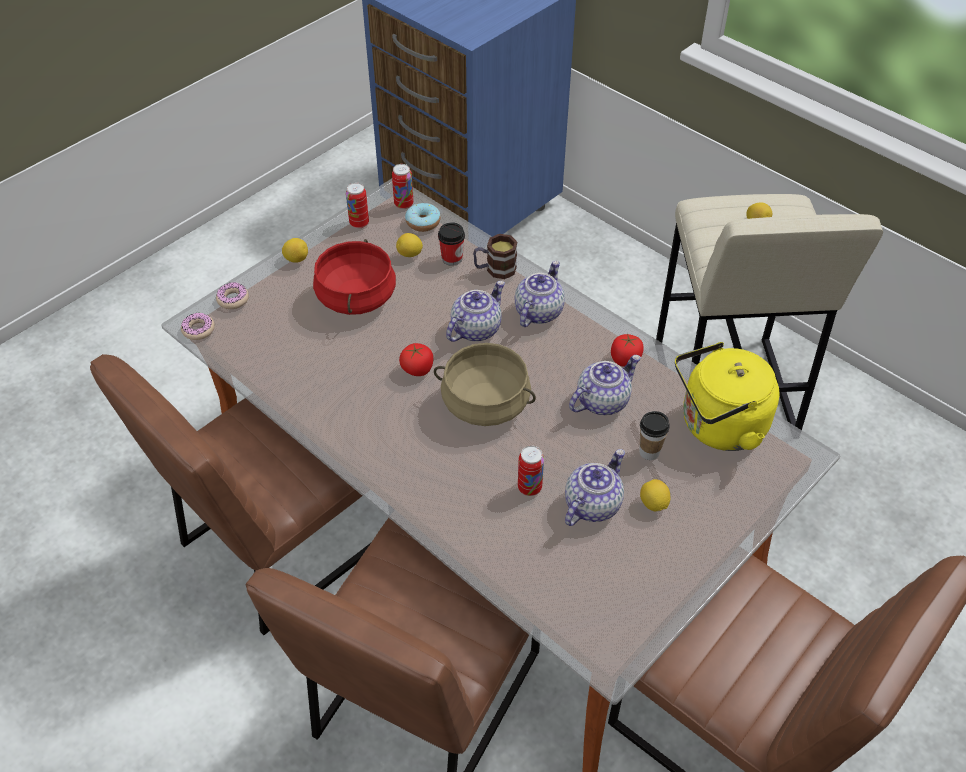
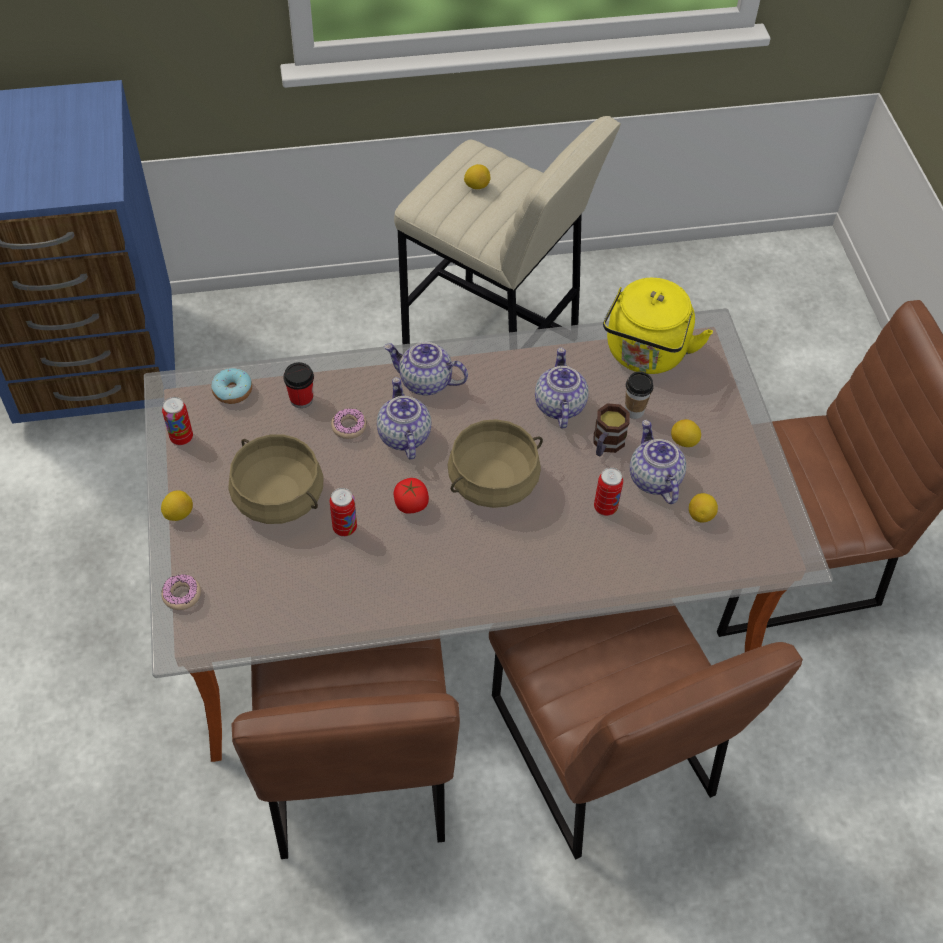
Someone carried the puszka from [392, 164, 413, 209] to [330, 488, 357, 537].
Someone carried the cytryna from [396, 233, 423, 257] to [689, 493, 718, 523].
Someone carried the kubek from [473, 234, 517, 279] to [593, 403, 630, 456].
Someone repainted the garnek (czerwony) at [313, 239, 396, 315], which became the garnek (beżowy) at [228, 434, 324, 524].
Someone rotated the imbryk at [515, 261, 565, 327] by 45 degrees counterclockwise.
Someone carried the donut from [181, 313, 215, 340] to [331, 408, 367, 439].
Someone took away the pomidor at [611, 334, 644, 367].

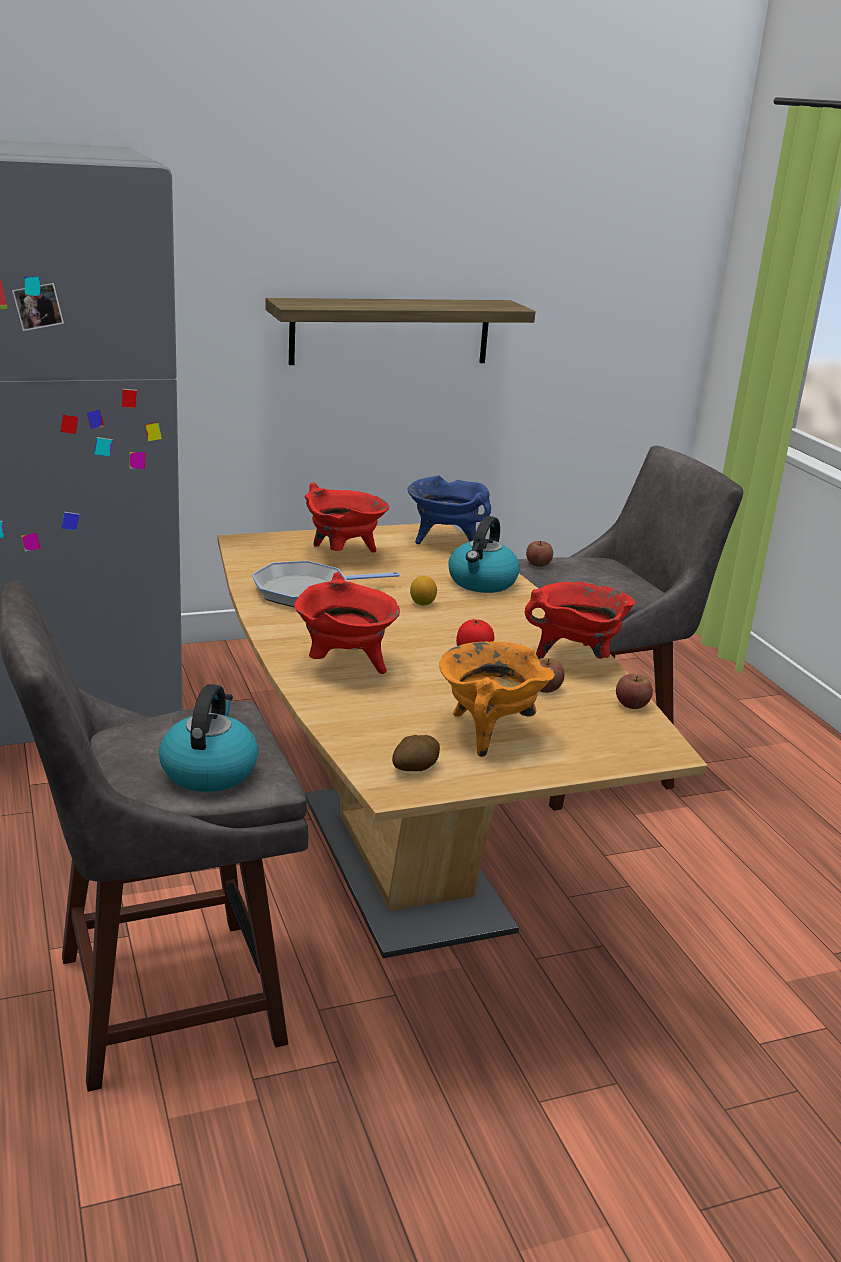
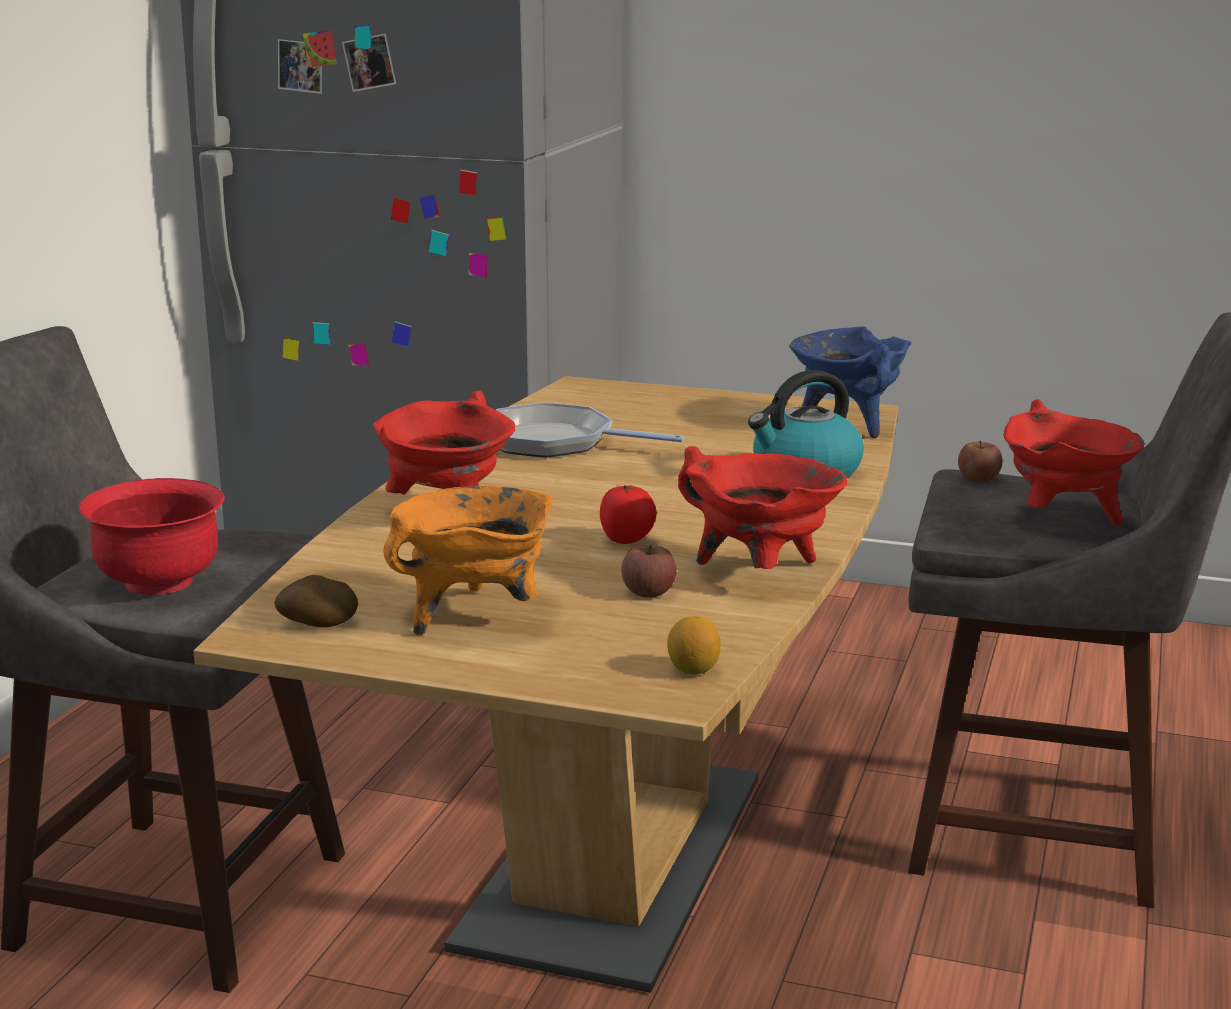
Someone took away the półka at [265, 298, 536, 365].
Someone carried the garnek (czerwony) from [305, 483, 389, 553] to [1004, 399, 1144, 525].
Someone carried the cytryna from [410, 576, 437, 605] to [667, 616, 721, 675].
Someone took away the jabłko at [616, 674, 653, 709].
Someone swapped the czajnik at [159, 684, 258, 792] for the miska (czerwony) at [79, 478, 225, 595].

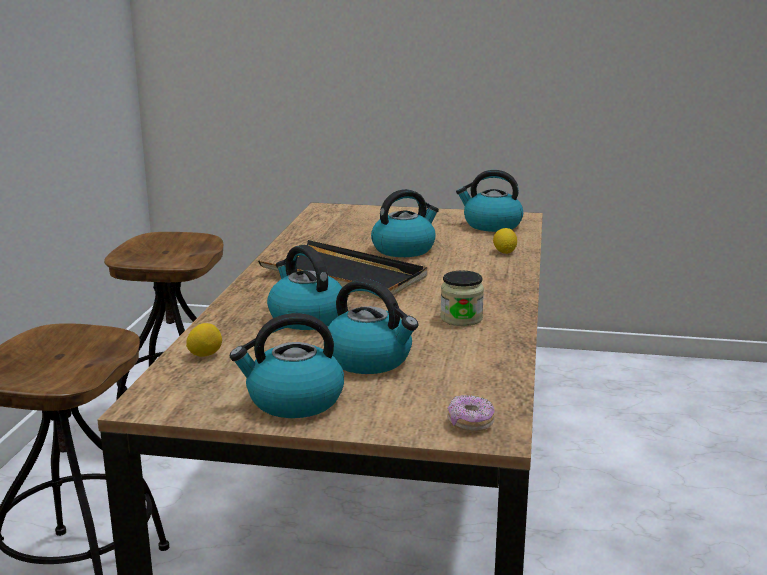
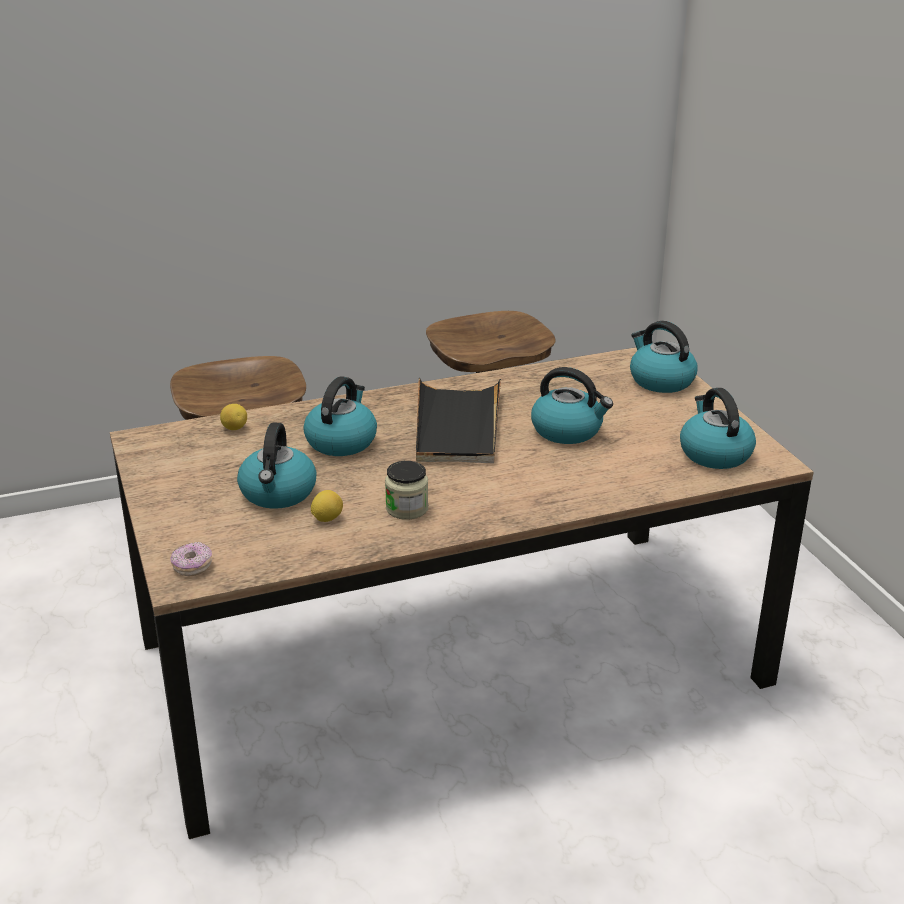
Someone carried the cytryna from [493, 228, 517, 254] to [311, 490, 343, 522].
Someone carried the czajnik from [230, 313, 344, 418] to [630, 321, 698, 393].

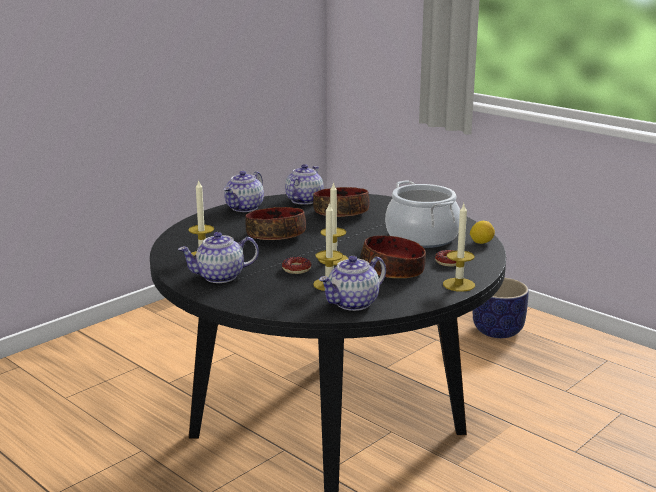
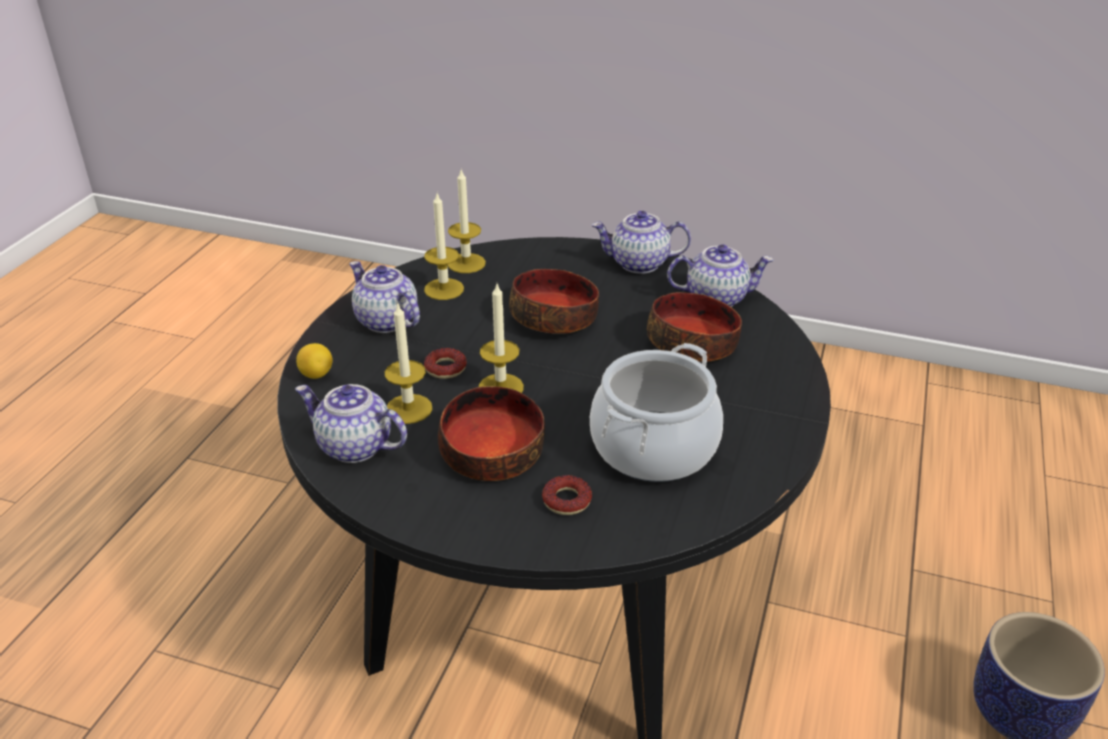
Someone carried the świeca from [443, 204, 475, 292] to [447, 170, 486, 273].
Someone carried the cytryna from [470, 221, 495, 244] to [296, 343, 333, 379].

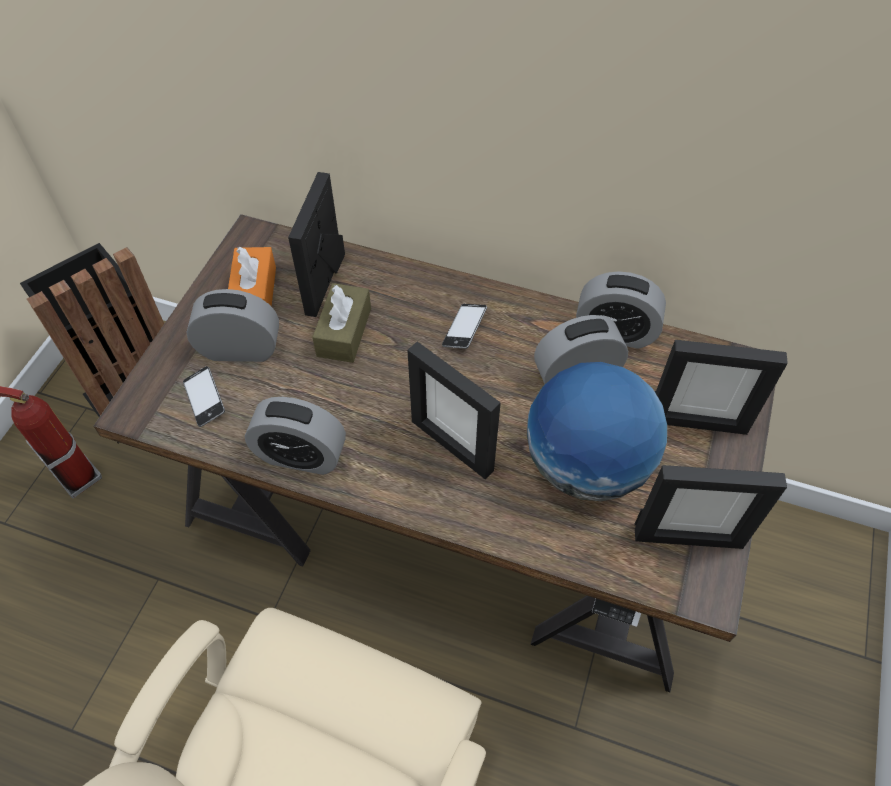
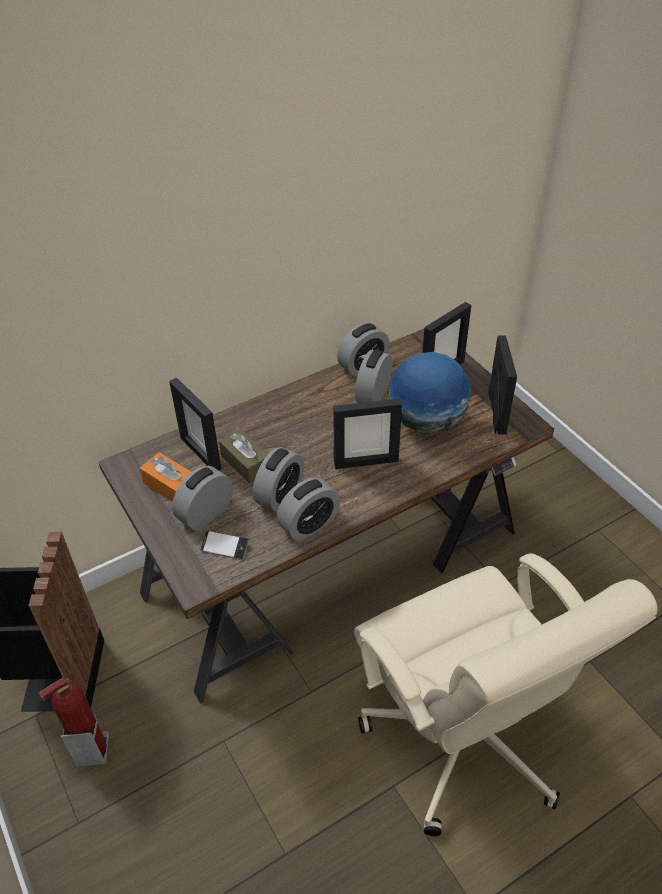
Someone took away the telefon at [442, 304, 487, 349].
Someone rotated the ramka na zdjęcie at [634, 465, 787, 549] by 45 degrees counterclockwise.
Someone put down the budzik at [253, 447, 304, 512].

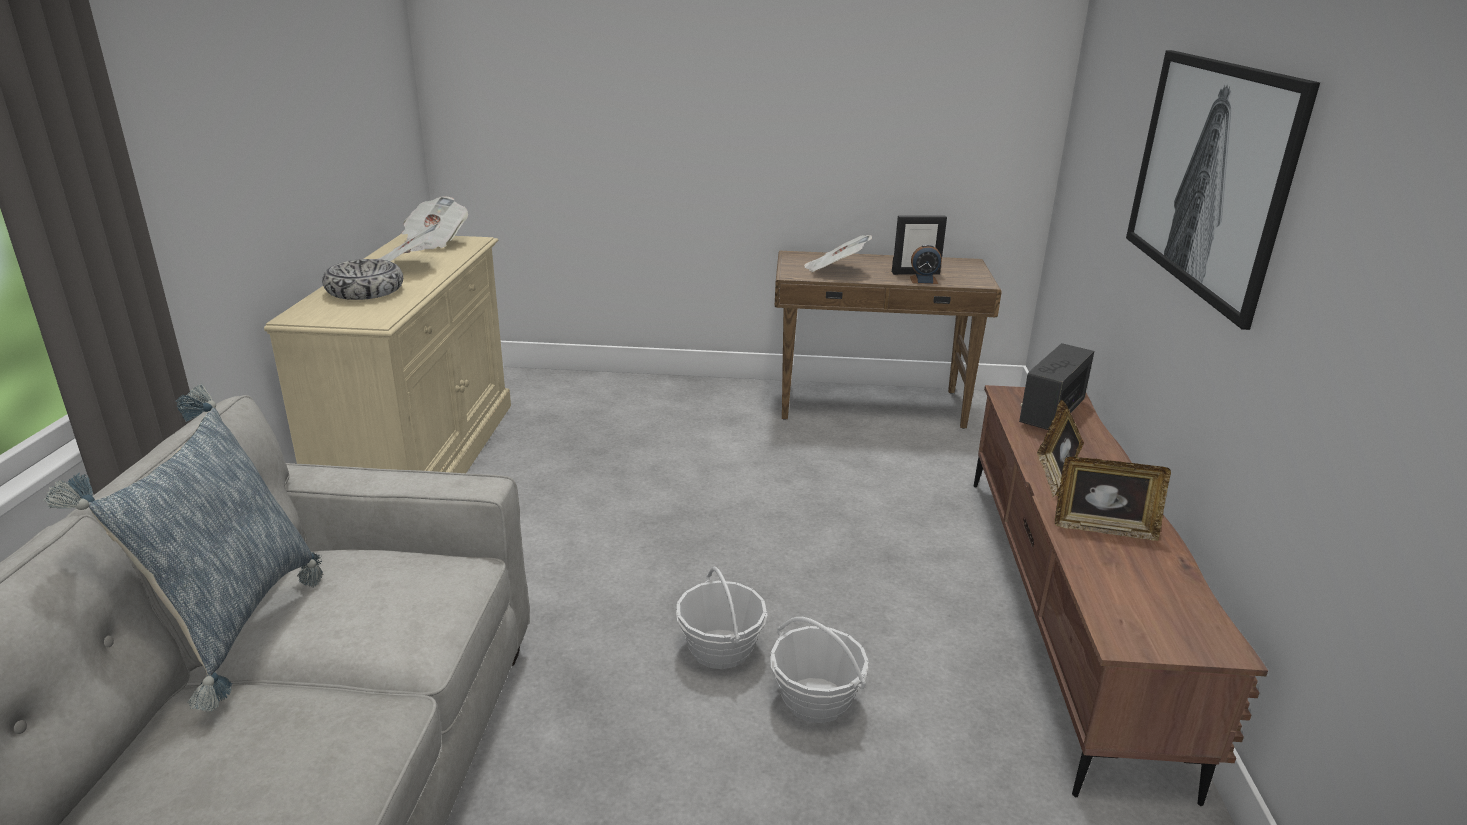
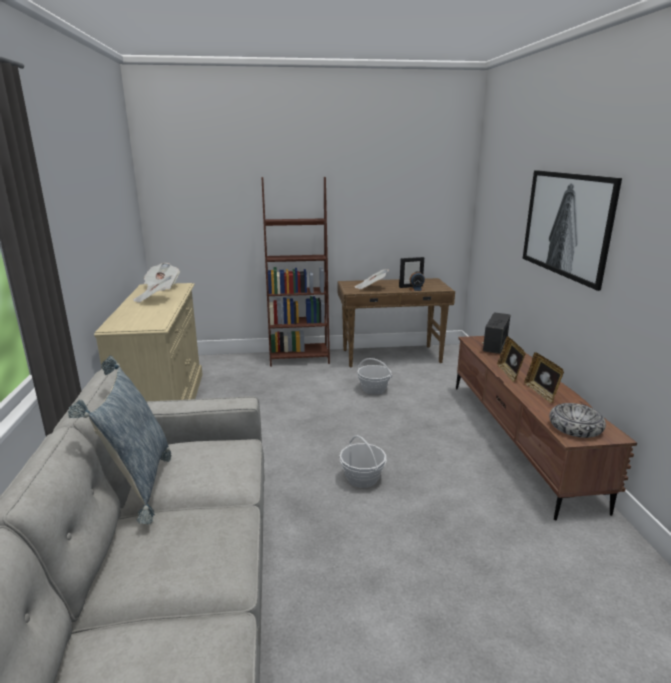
Someone carried the miska from [322, 259, 403, 300] to [549, 403, 606, 438].
Someone rotated the ramka na zdjęcie at [1055, 457, 1171, 541] by 75 degrees clockwise.
Someone carried the koszyk from [770, 617, 868, 723] to [357, 358, 392, 395].
Someone put down the regał (brązowy) at [262, 177, 330, 367].

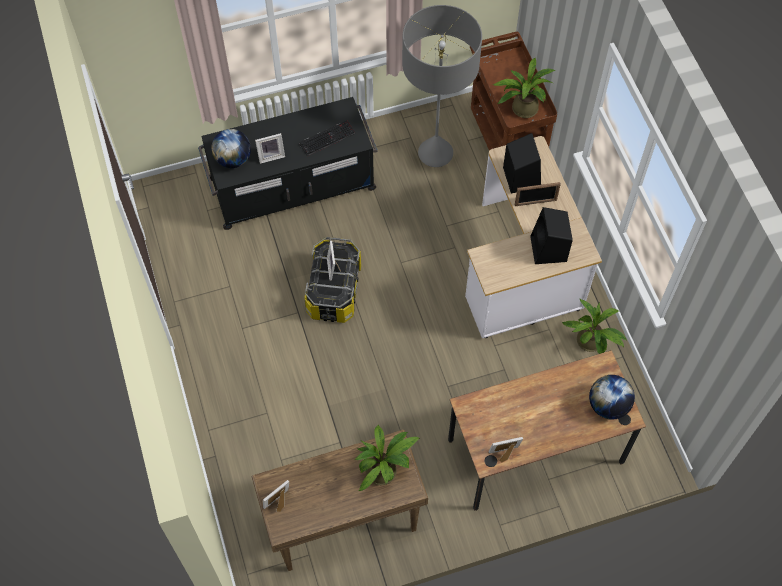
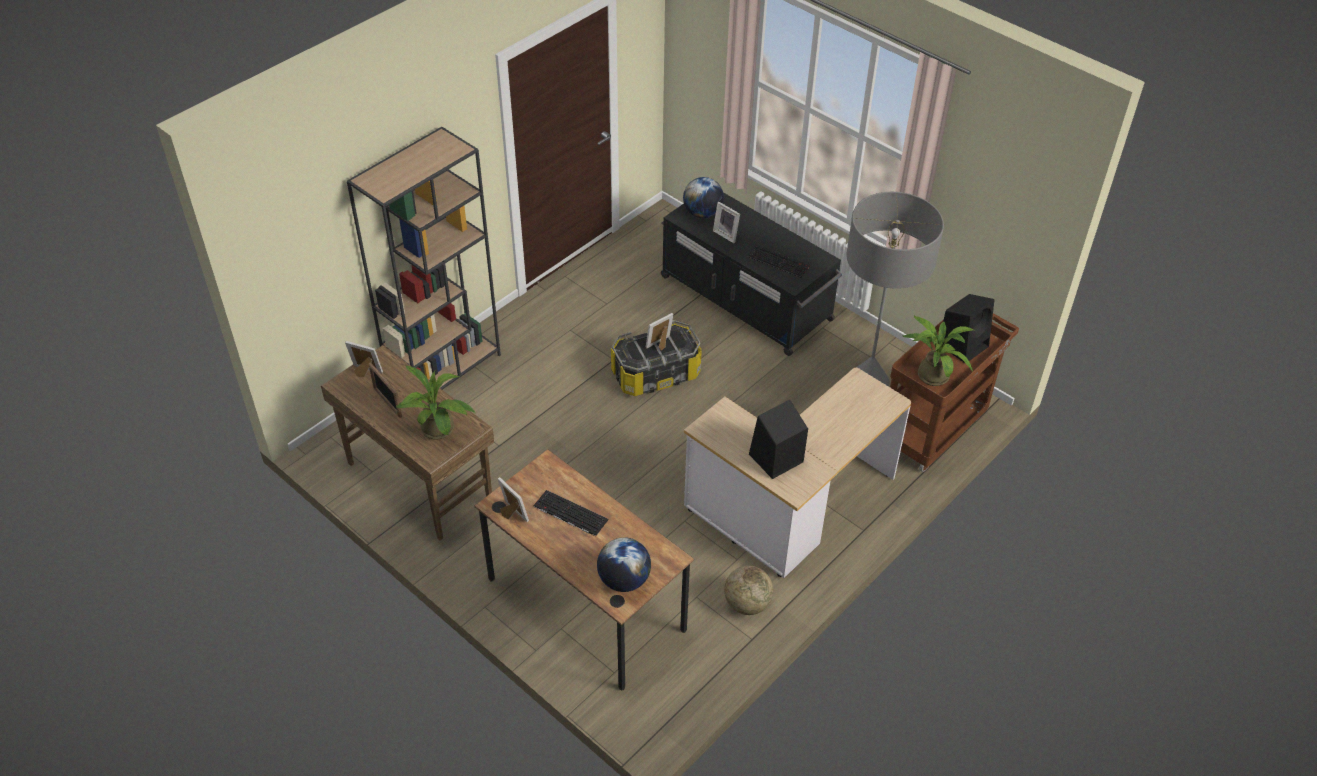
Someone carried the głośnik (czarny) from [503, 133, 541, 193] to [942, 294, 995, 364].
Someone carried the ramka na zdjęcie from [515, 182, 561, 206] to [369, 362, 402, 418].
Someone swapped the roślina doniczkowa at [562, 299, 627, 354] for the globus at [724, 565, 773, 615].
Someone put down the regał at [347, 127, 501, 390].
Someone put down the klawiatura at [533, 490, 608, 536].

